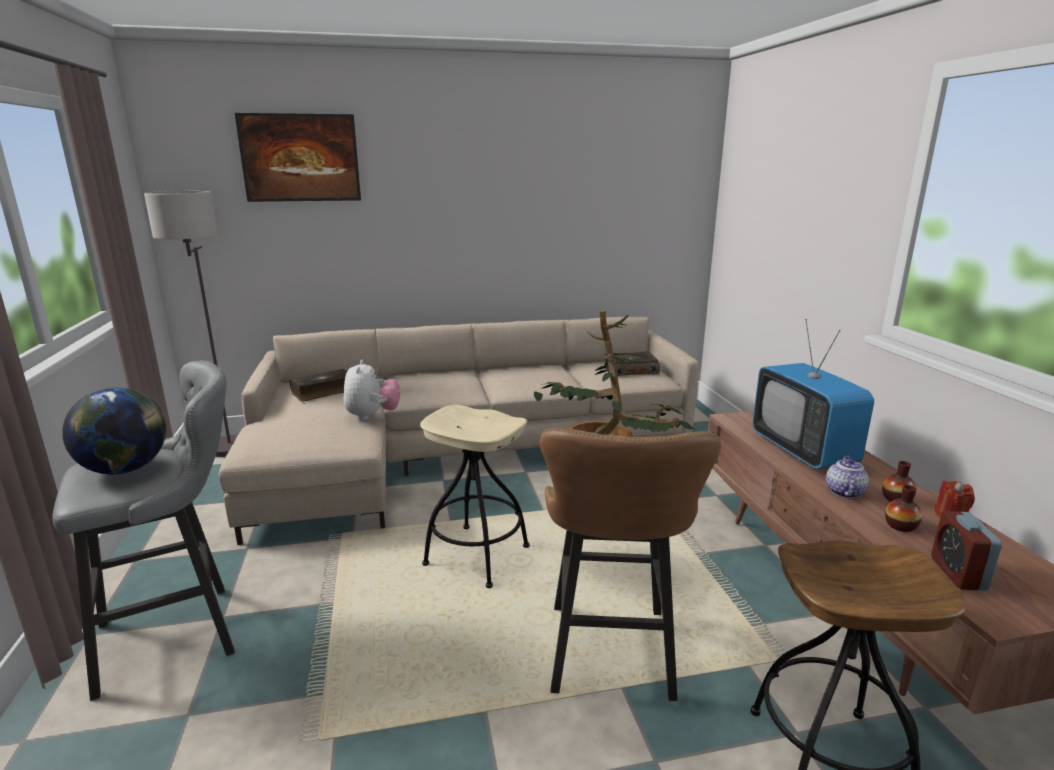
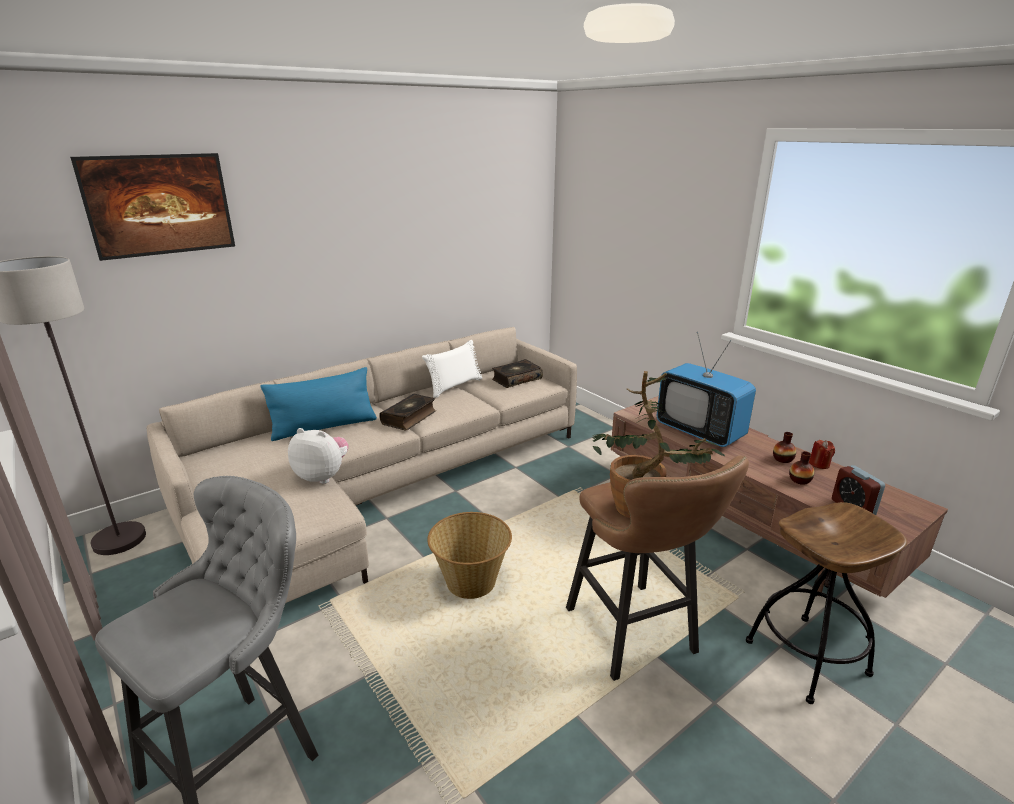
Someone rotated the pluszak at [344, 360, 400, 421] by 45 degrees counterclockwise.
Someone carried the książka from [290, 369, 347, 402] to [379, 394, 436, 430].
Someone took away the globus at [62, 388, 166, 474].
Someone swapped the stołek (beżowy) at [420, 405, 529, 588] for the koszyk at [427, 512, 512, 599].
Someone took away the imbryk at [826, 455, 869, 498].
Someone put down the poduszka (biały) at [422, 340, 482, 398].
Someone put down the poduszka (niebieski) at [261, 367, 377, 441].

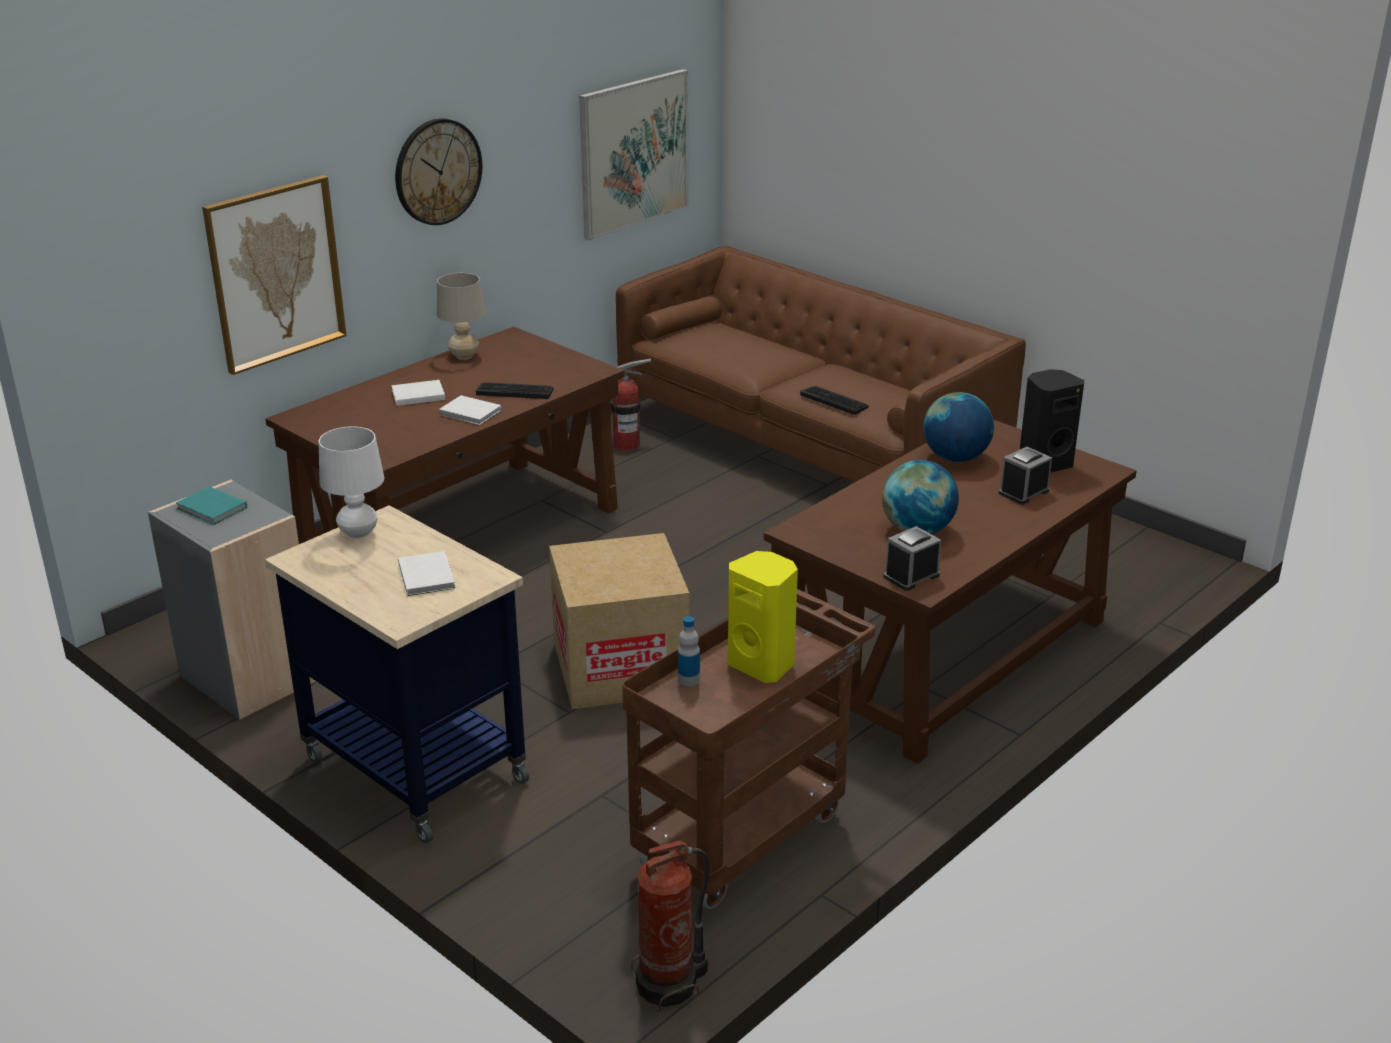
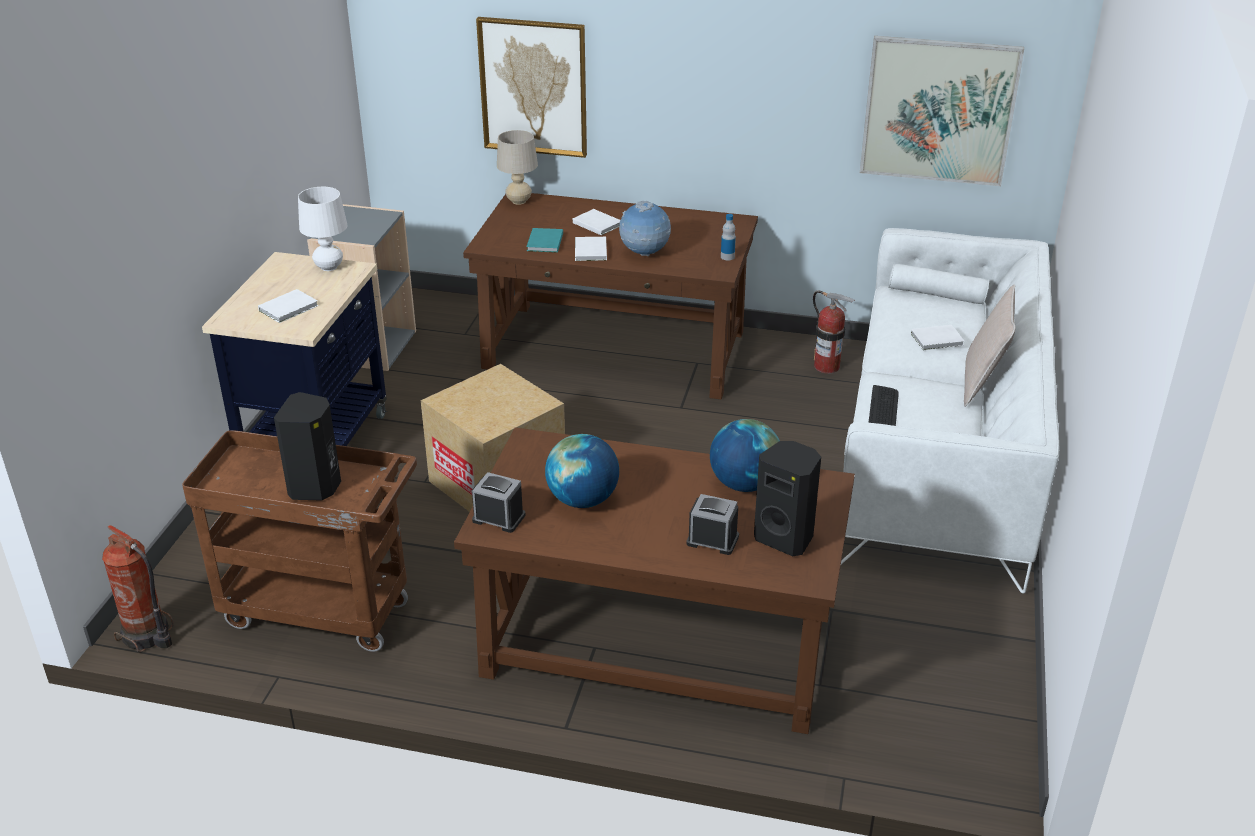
Someone took away the zegar ścienny at [395, 118, 482, 225].
Someone repainted the kanapa (brązowy) at [616, 246, 1026, 482], which became the kanapa (biały) at [841, 228, 1059, 593].
Someone carried the lampa stołowa (beżowy) from [437, 273, 485, 360] to [497, 130, 538, 205].
Someone swapped the klawiatura at [476, 382, 554, 399] for the globus at [619, 201, 671, 256].
Someone carried the książka (turkusowy) from [176, 486, 247, 525] to [526, 228, 563, 253].
Someone repainted the głośnik (żółty) at [728, 551, 798, 683], which became the głośnik (czarny) at [274, 392, 341, 501].
Someone carried the butelka from [678, 616, 700, 686] to [721, 214, 736, 261].
Someone put down the poduszka (beżowy) at [964, 284, 1015, 407].
Someone put down the książka (biały) at [911, 325, 965, 350].

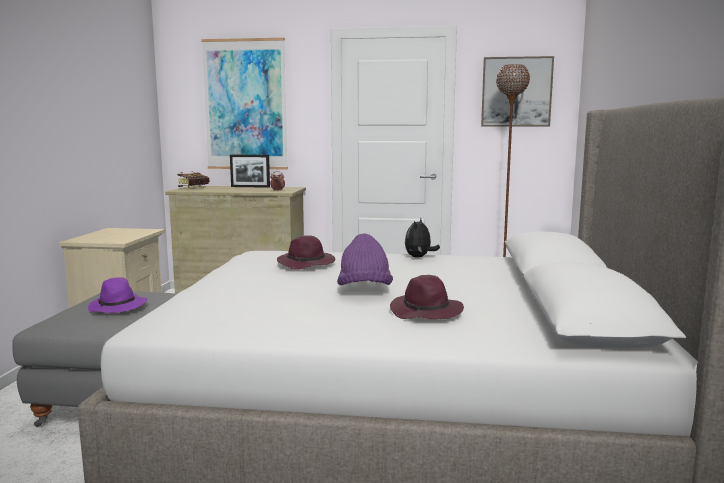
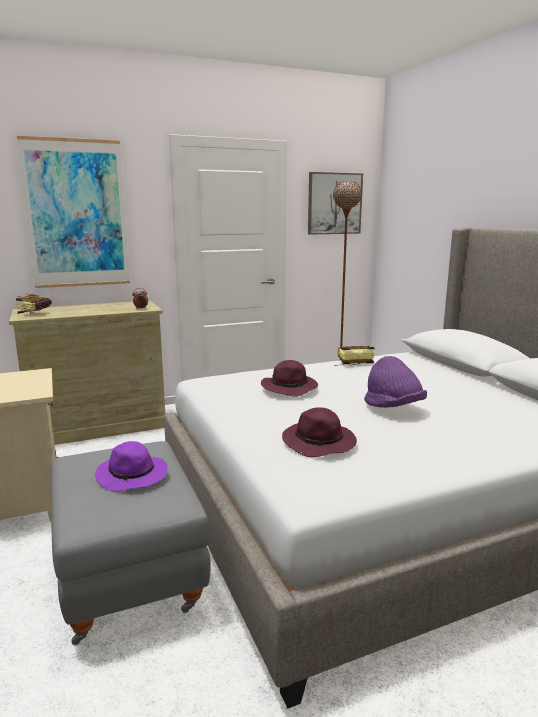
Someone took away the ramka na zdjęcie at [230, 155, 270, 188].
Someone swapped the pluszak at [405, 217, 440, 258] for the książka at [333, 346, 375, 366].
Someone carried the kapelusz (fioletowy) from [390, 275, 464, 319] to [282, 407, 357, 457].

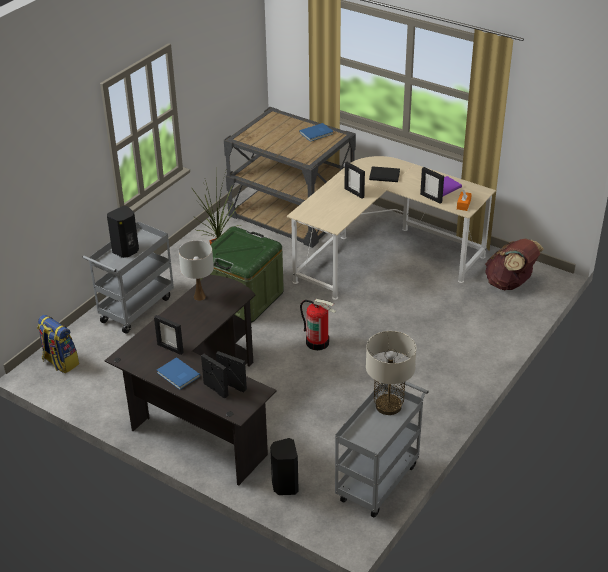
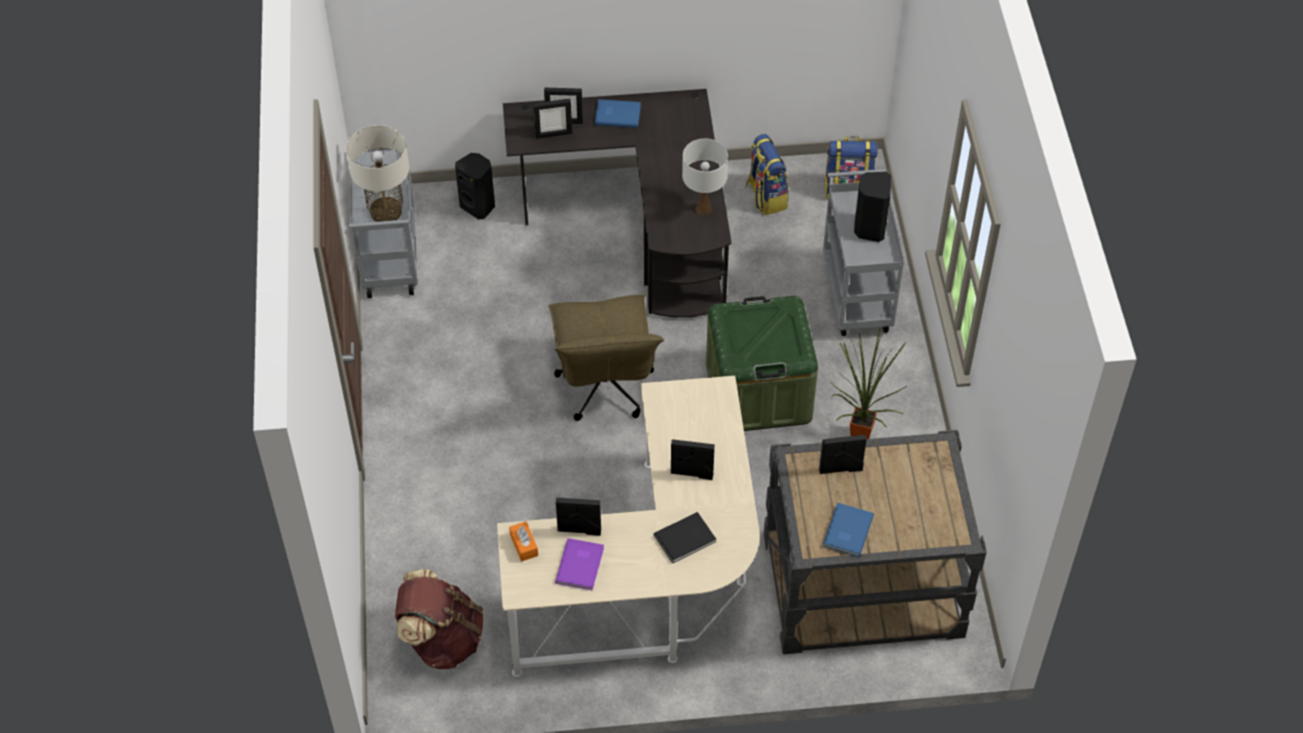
Someone swapped the gaśnica at [300, 299, 336, 351] for the krzesło biurowe (beżowy) at [549, 295, 664, 421].
Someone carried the ramka na zdjęcie from [154, 315, 184, 355] to [819, 435, 867, 474].
Someone put down the plecak at [746, 134, 789, 215].

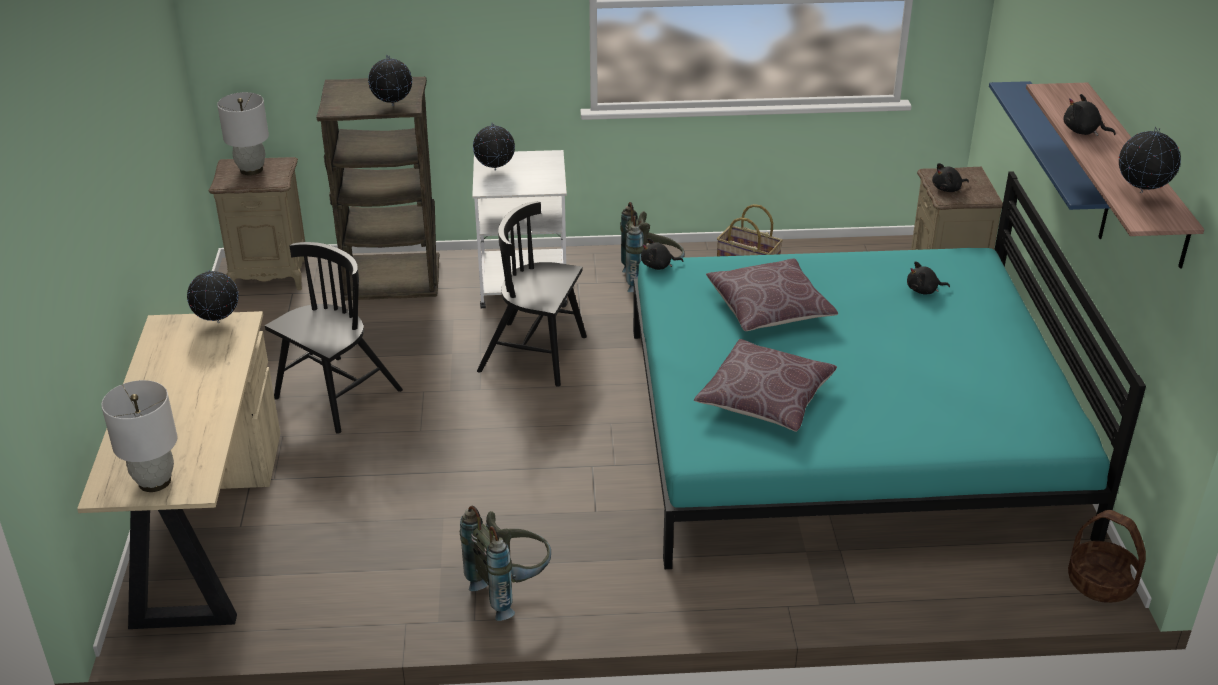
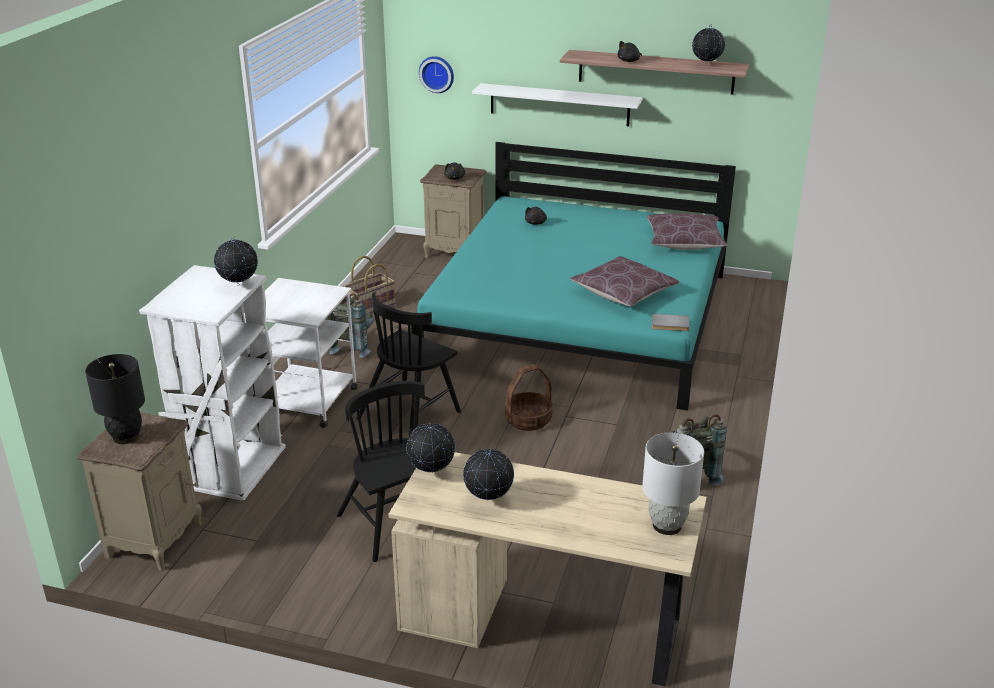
Someone repainted the regał (brązowy) at [316, 77, 439, 301], which became the regał (biały) at [139, 265, 286, 500].
Someone repainted the półka (niebieski) at [989, 81, 1110, 239], which became the półka (biały) at [472, 83, 642, 126].
Someone repainted the lampa stołowa (biały) at [217, 92, 269, 175], which became the lampa stołowa (czarny) at [85, 354, 145, 444].
Someone carried the globus from [473, 123, 515, 171] to [463, 448, 514, 501].
Someone took away the pluszak (czarny) at [641, 238, 683, 270].
Someone carried the poduszka (brązowy) from [706, 258, 838, 331] to [647, 213, 727, 250].
Someone carried the koszyk from [1068, 510, 1146, 603] to [505, 364, 553, 431].
Someone put up the zegar ścienny at [419, 56, 454, 93].
Someone put down the książka (szary) at [652, 314, 690, 331].

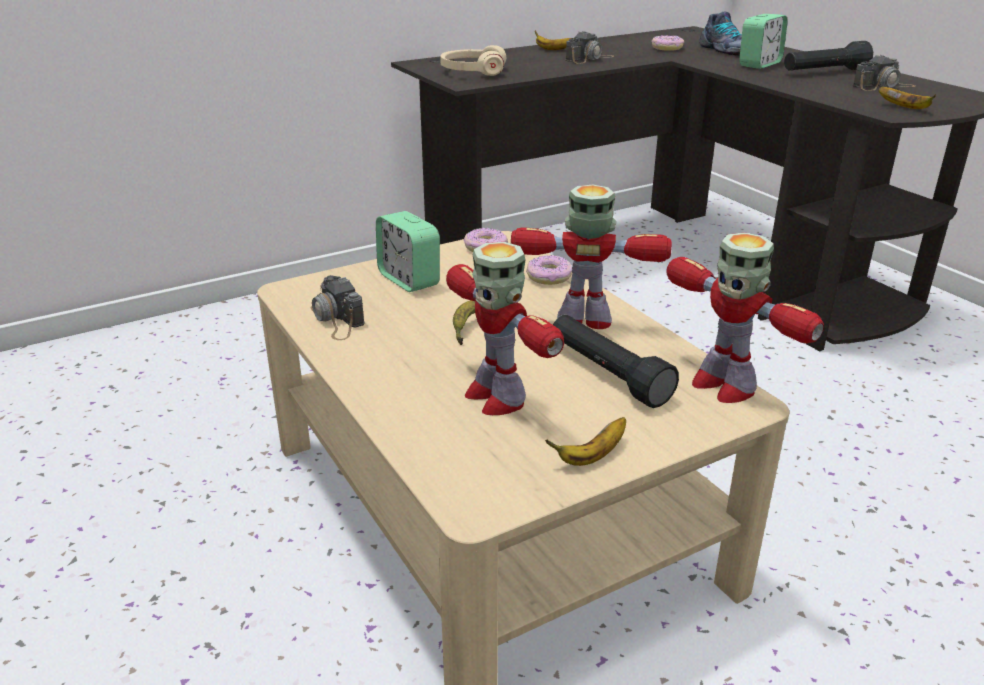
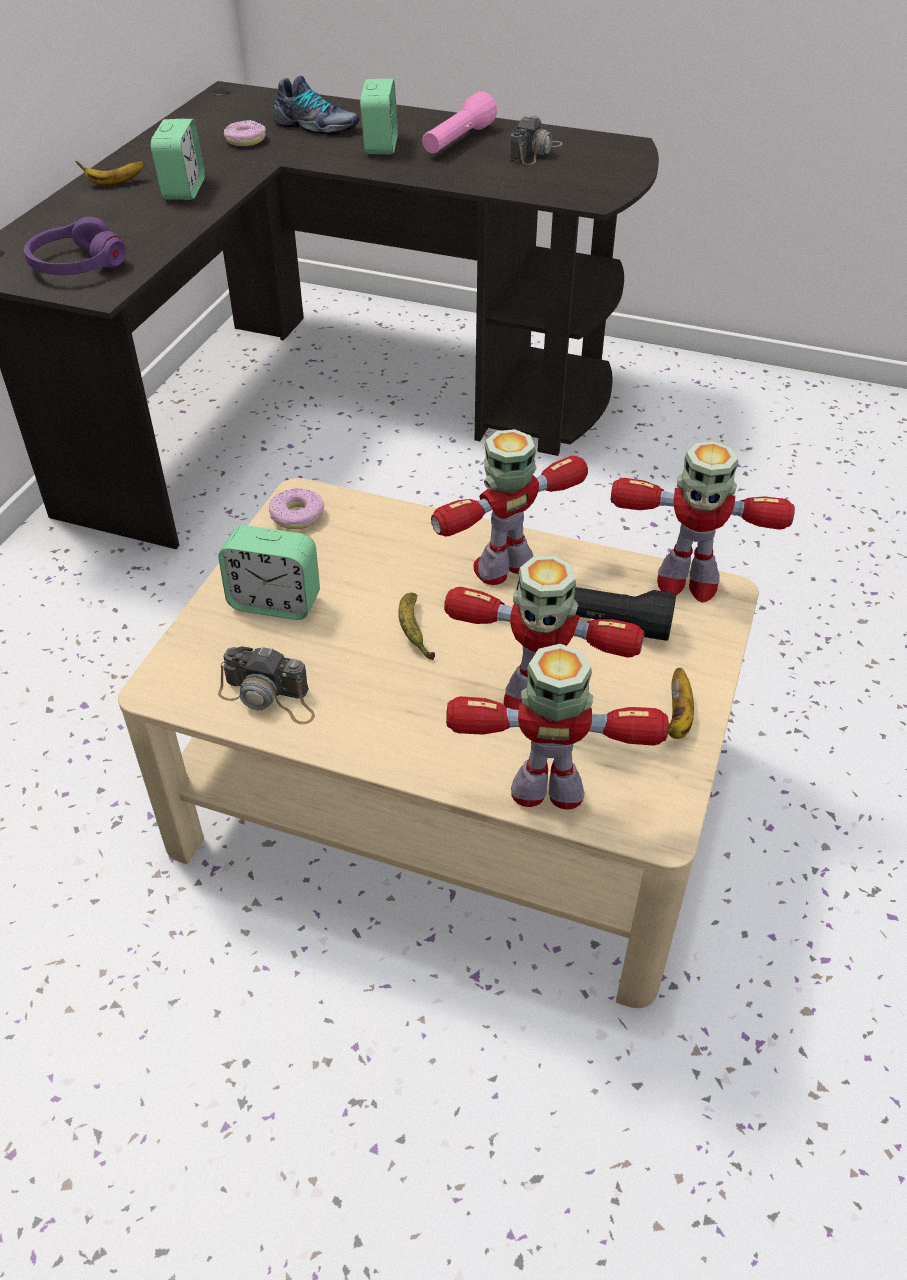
Someone swapped the aparat fotograficzny at [565, 31, 614, 64] for the budzik at [151, 119, 205, 200].
Someone repainted the latarka (czarny) at [784, 41, 873, 70], which became the latarka (różowy) at [422, 92, 497, 153].
Someone repainted the słuchawki (beżowy) at [440, 45, 506, 76], which became the słuchawki (fioletowy) at [23, 217, 126, 275].
Someone took away the banan at [878, 87, 936, 109].
Someone took away the donut at [526, 255, 572, 285].
Someone put down the robot zabawkowy at [446, 644, 669, 810].

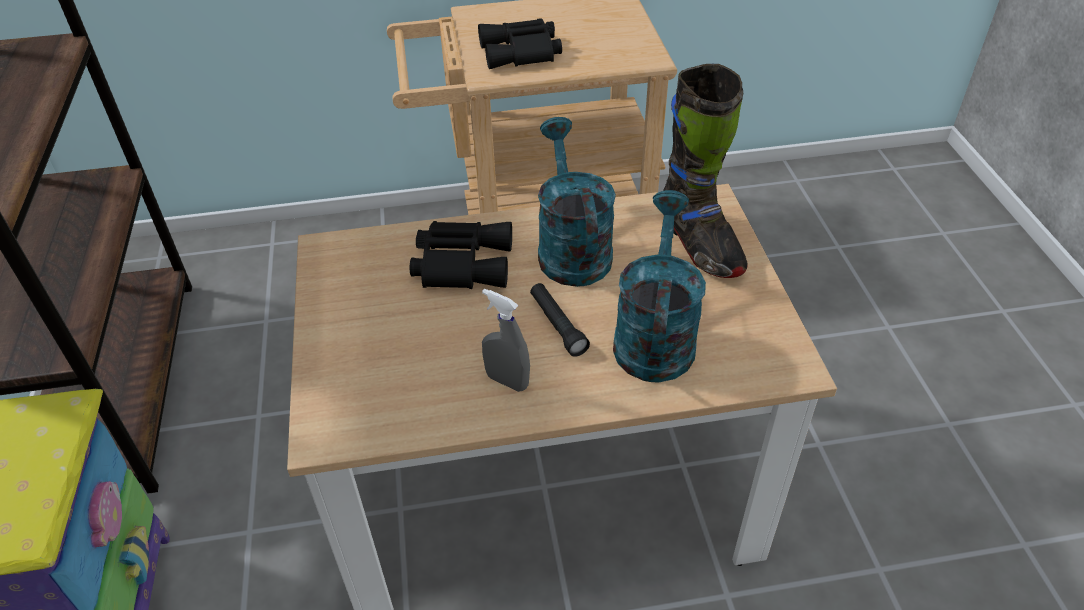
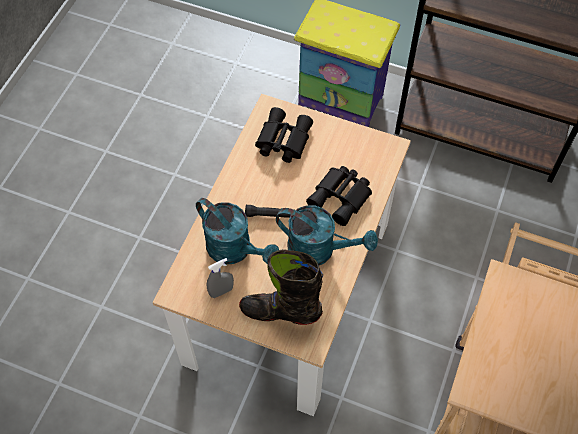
Someone carried the lornetka (czarny) from [478, 18, 562, 69] to [255, 107, 313, 163].
Someone carried the spryskiwacz (szary) from [482, 289, 530, 392] to [207, 258, 234, 298].

